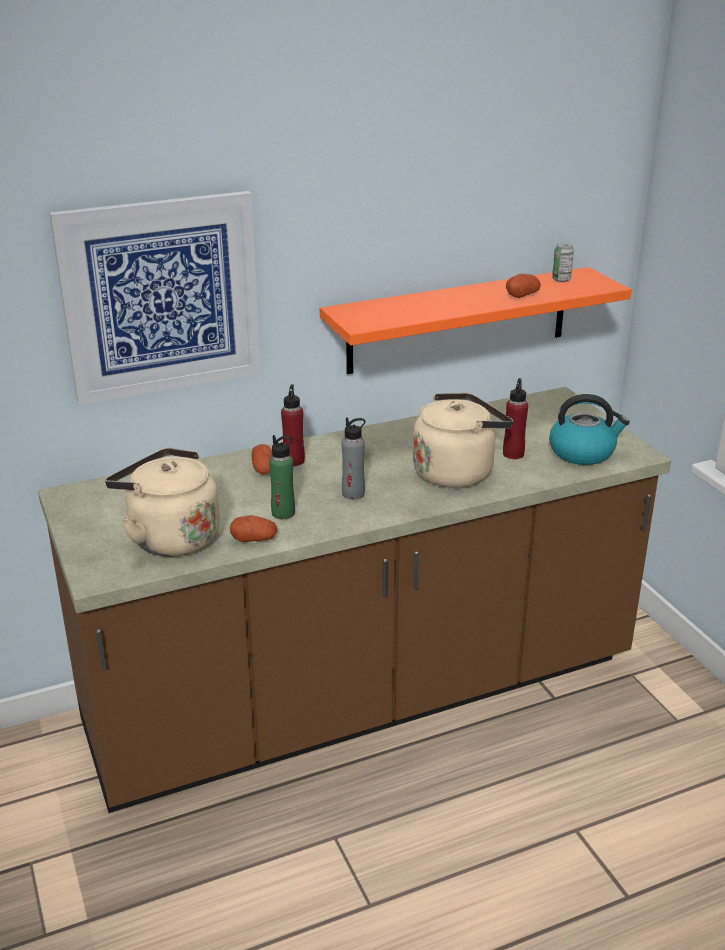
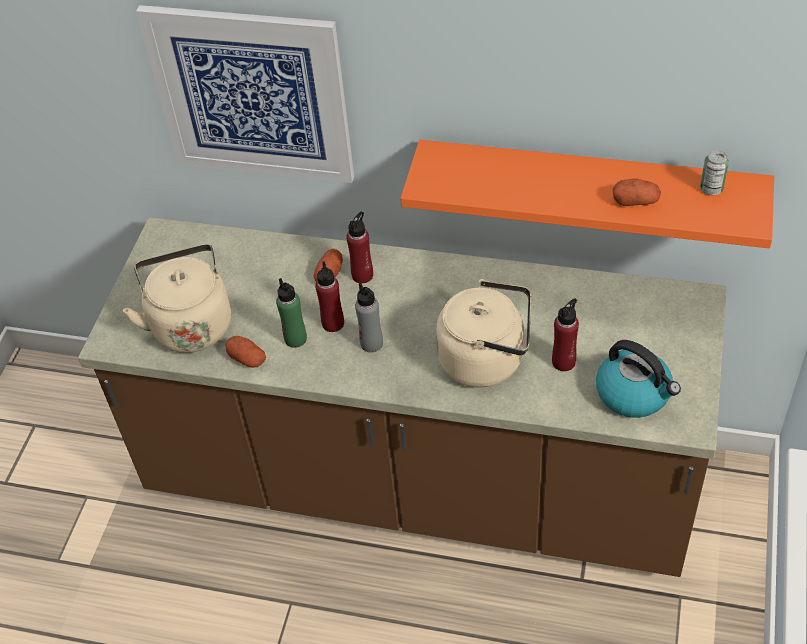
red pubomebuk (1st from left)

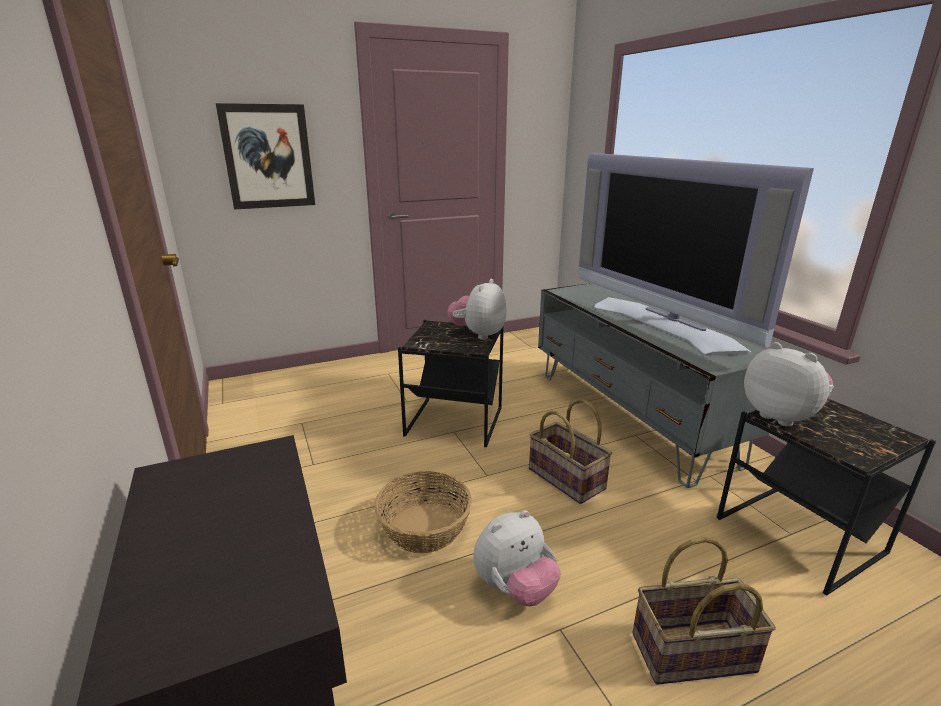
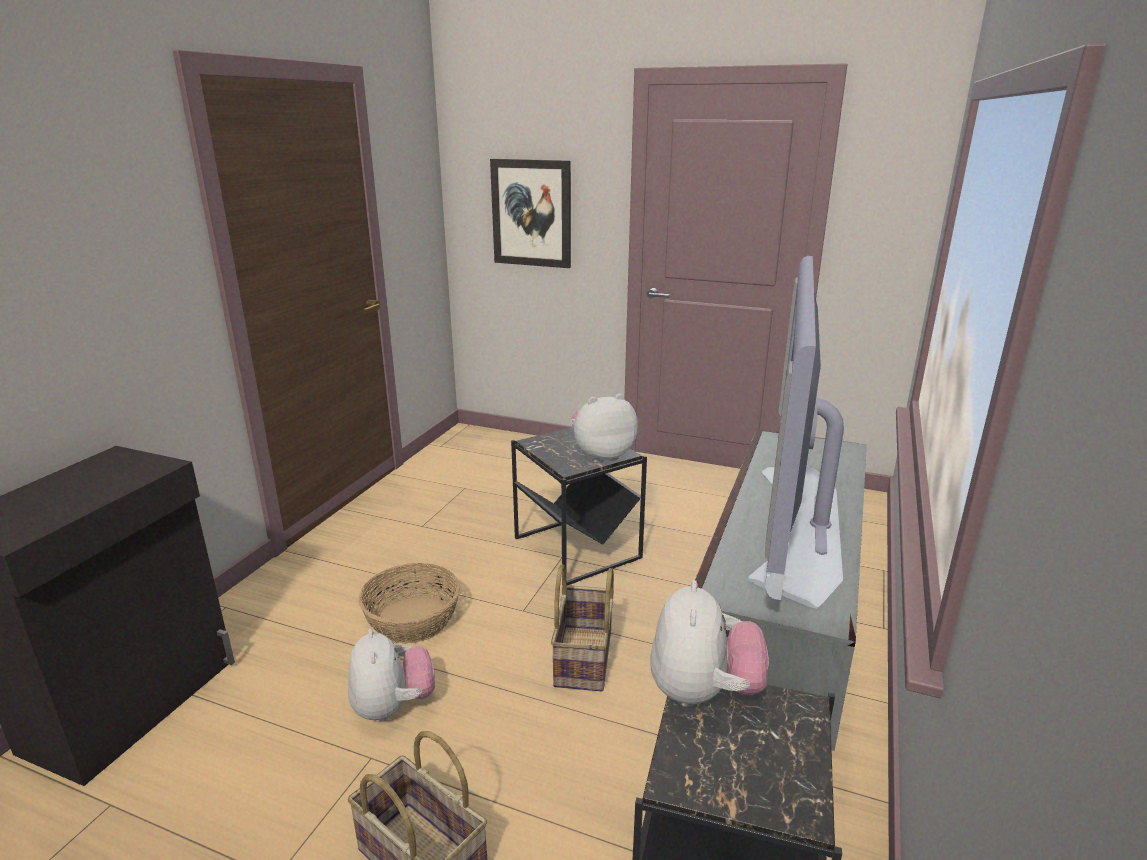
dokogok (1st from left)

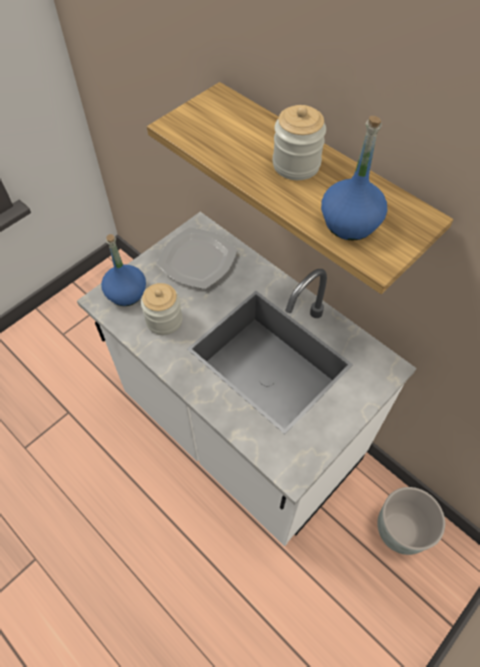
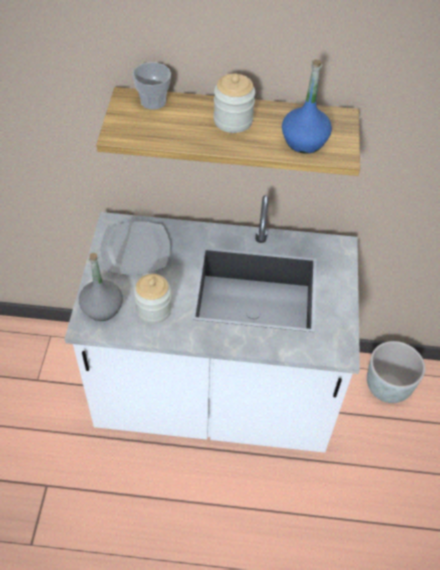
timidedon; grey pubomebuk

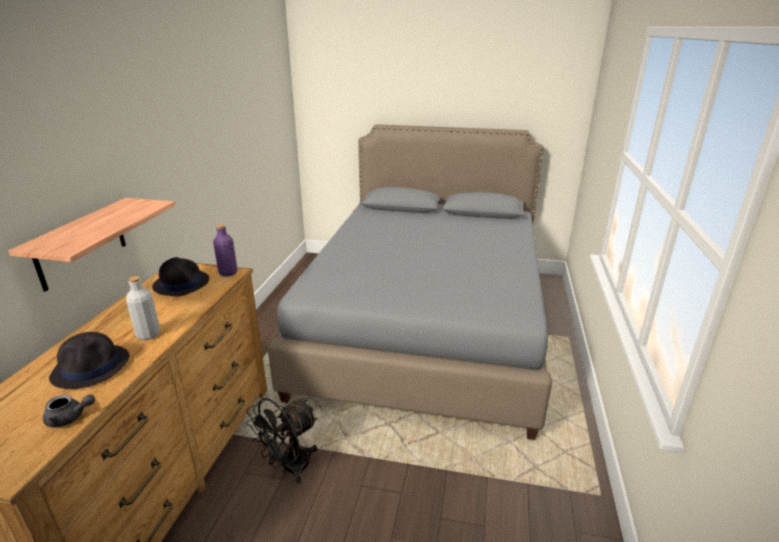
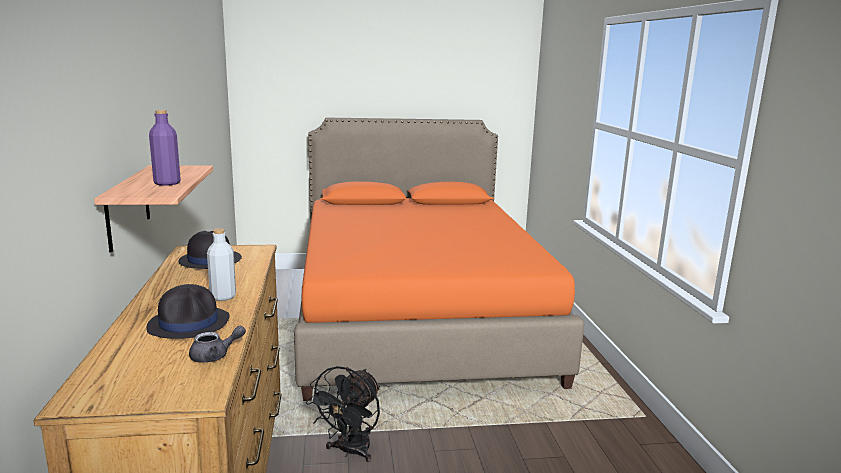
purple pubomebuk; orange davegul

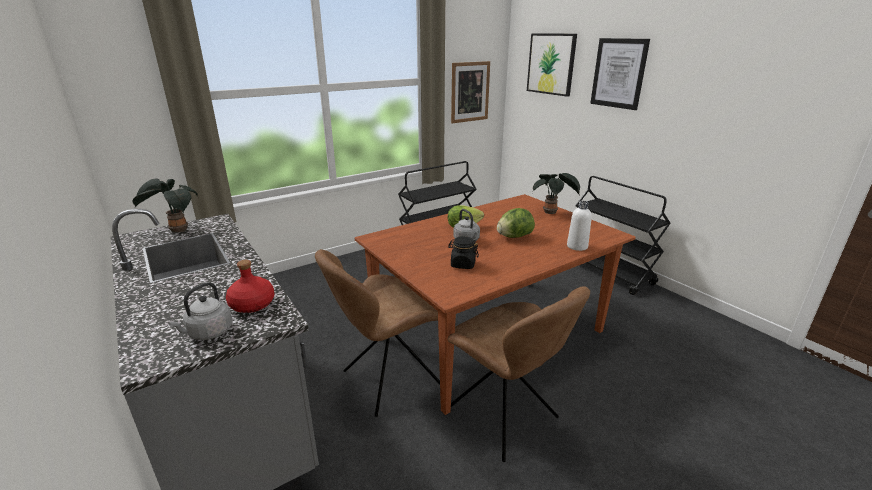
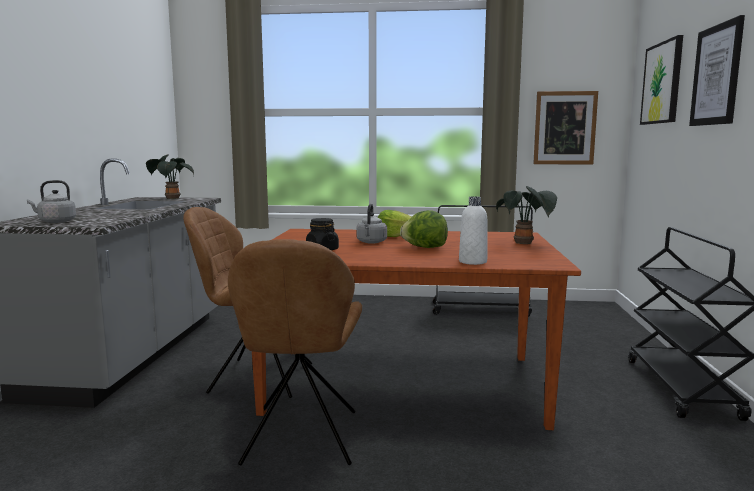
red pubomebuk

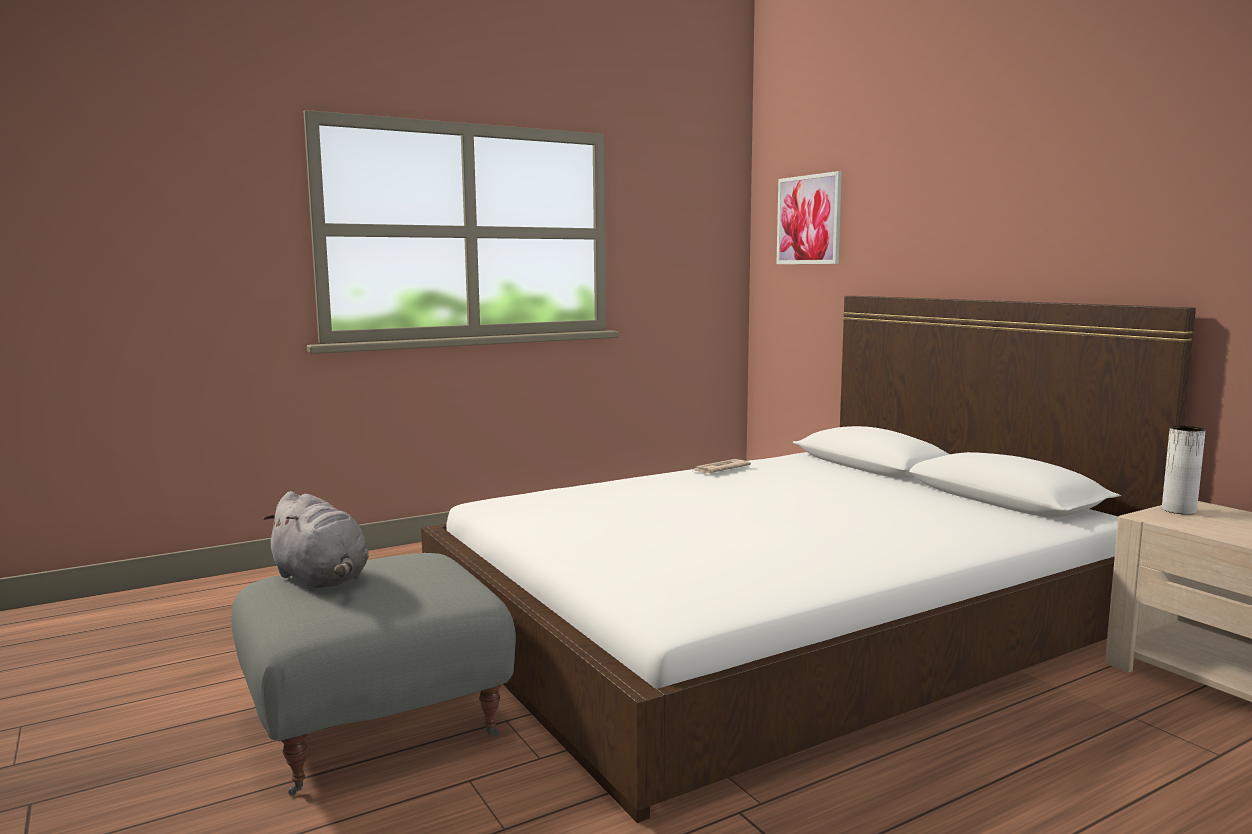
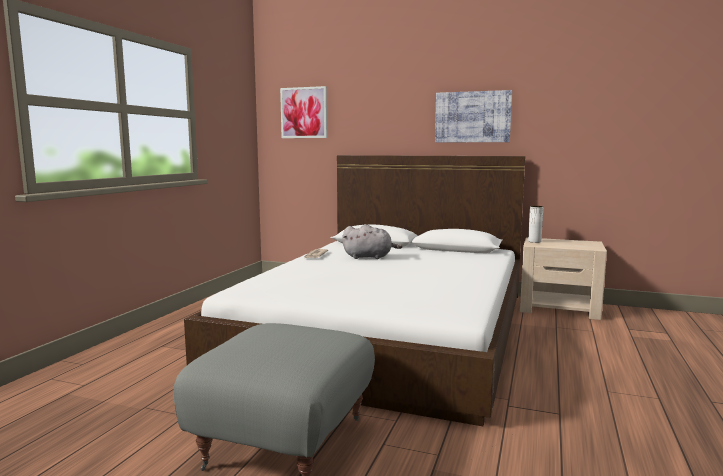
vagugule (2nd from left); grey dokogok

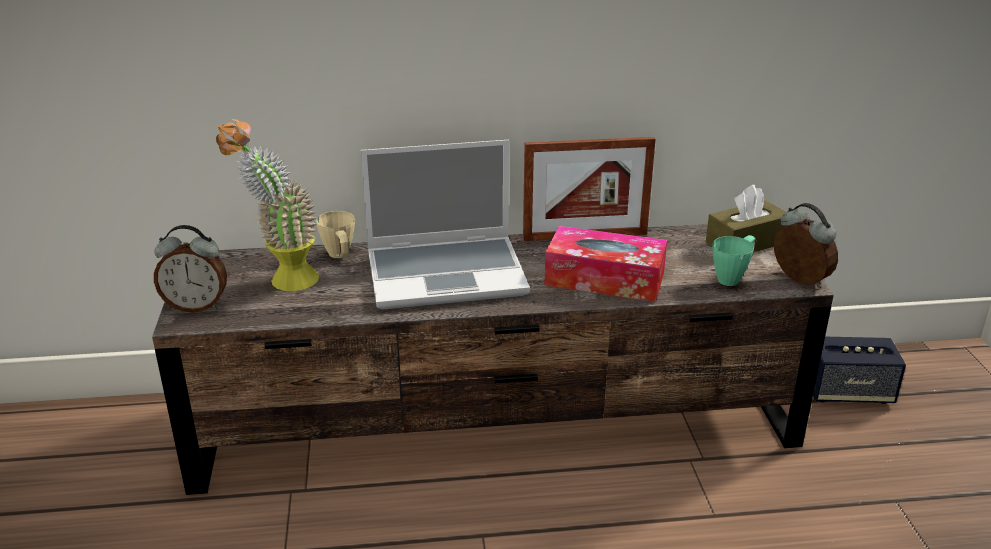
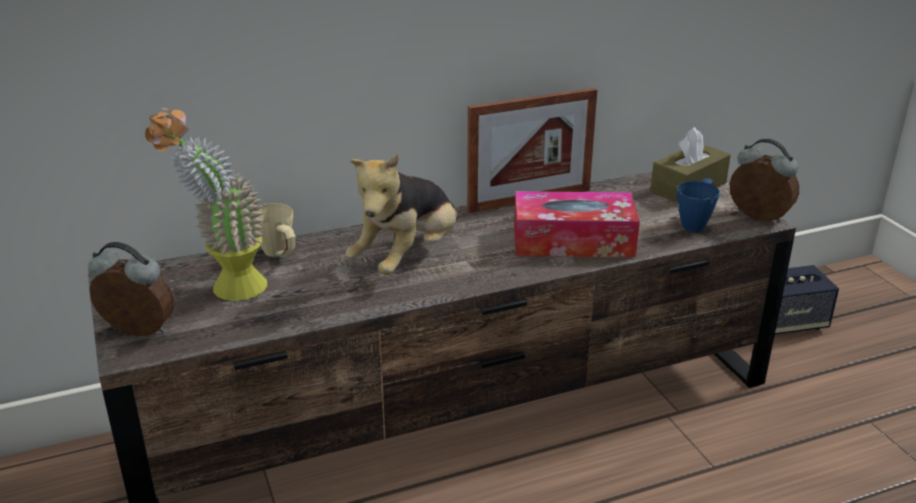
dokogok; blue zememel; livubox (1st from left)

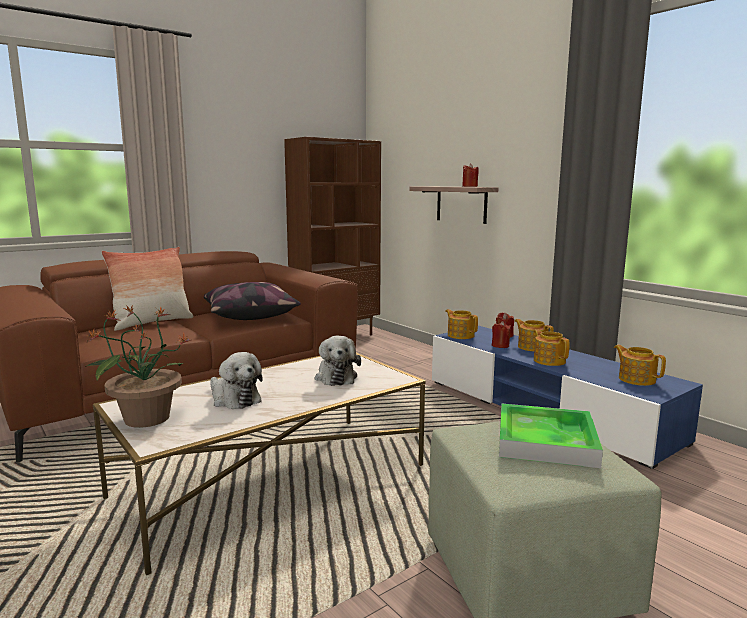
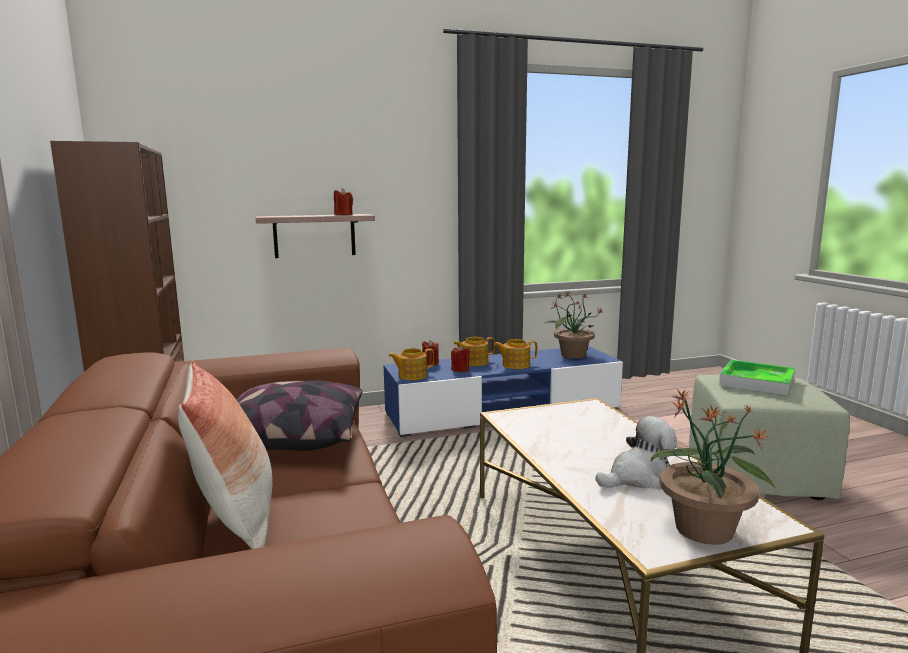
dokogok (2nd from left in the first image); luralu (1st from left)

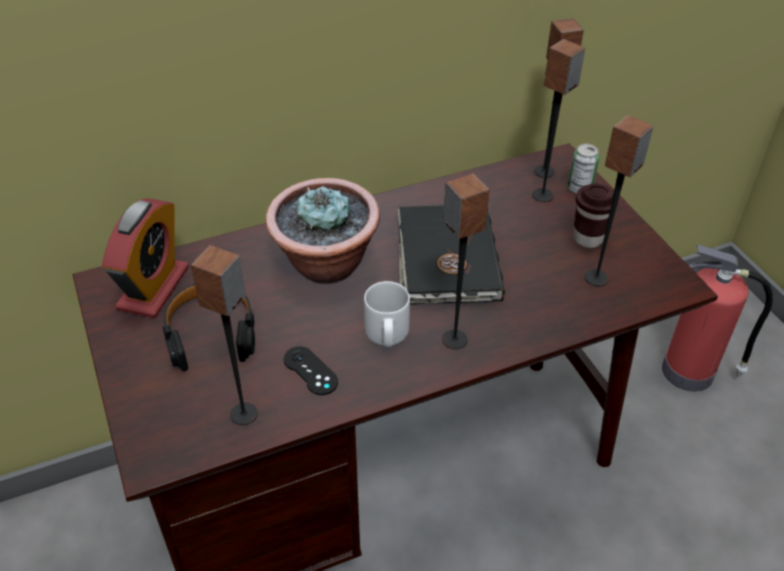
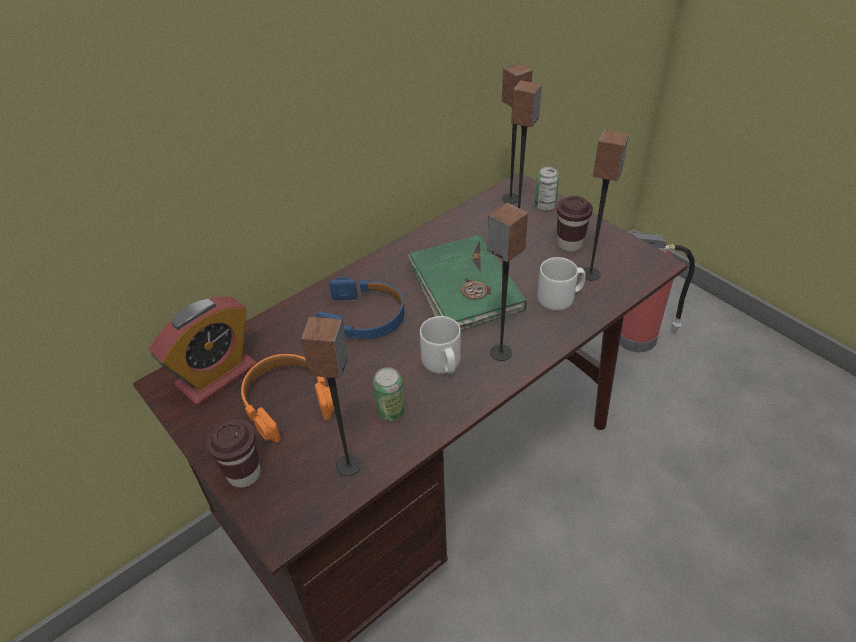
brown timidedon (1st from left); grey zememel (2nd from left); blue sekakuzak; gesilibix (1st from left); orange sekakuzak; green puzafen; livubox

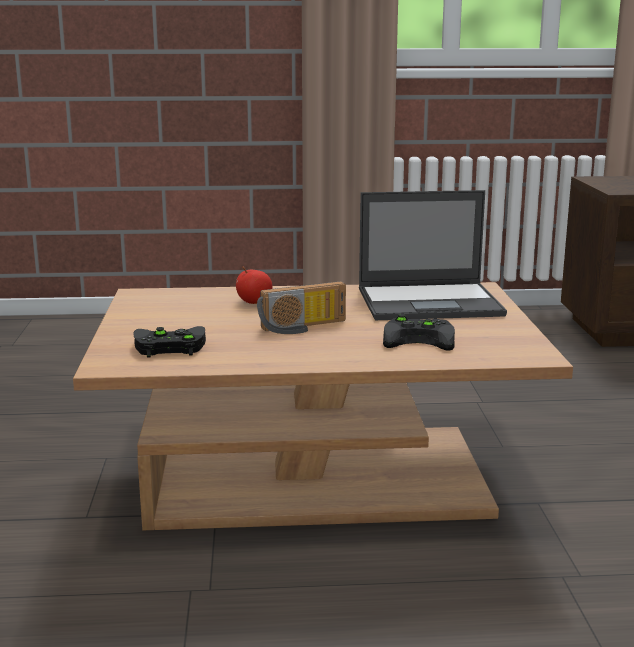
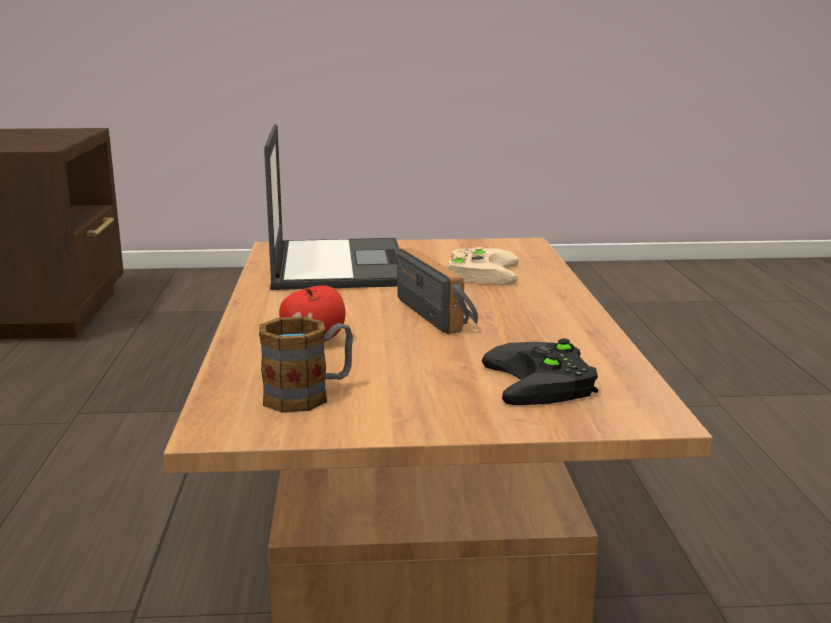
zememel; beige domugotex

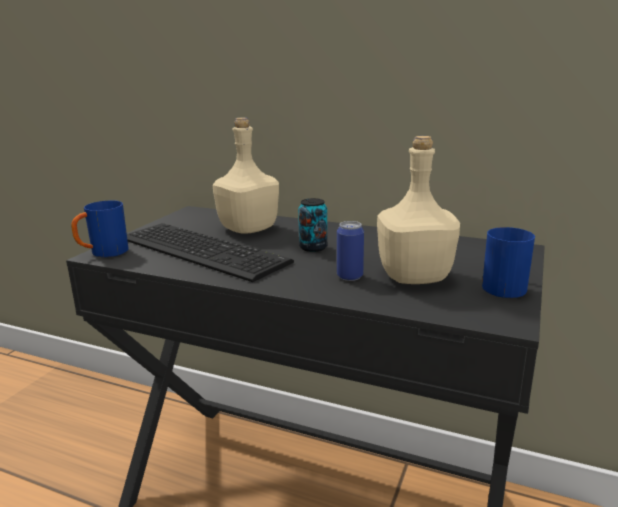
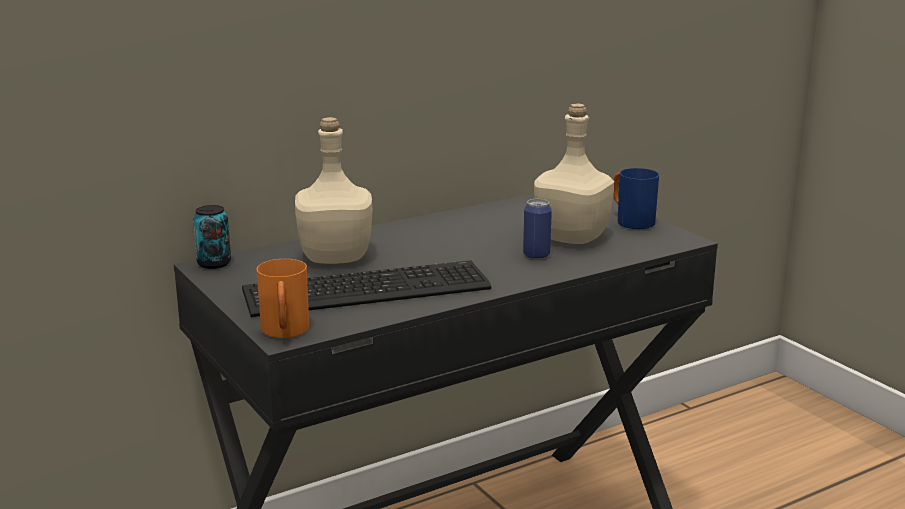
gesilibix (1st from left); orange zememel

